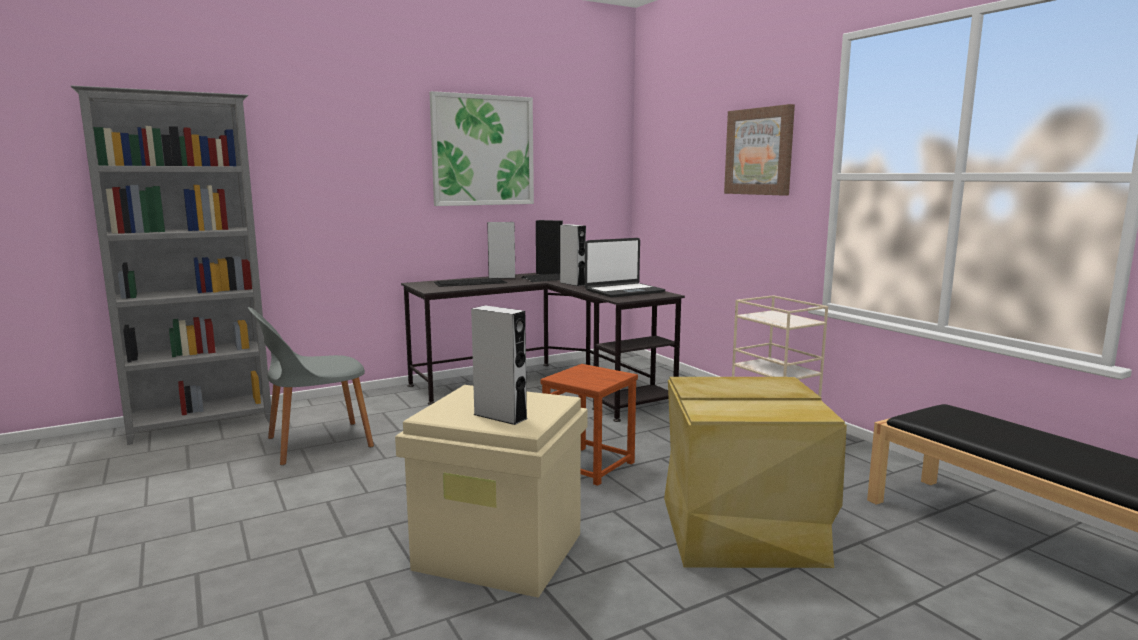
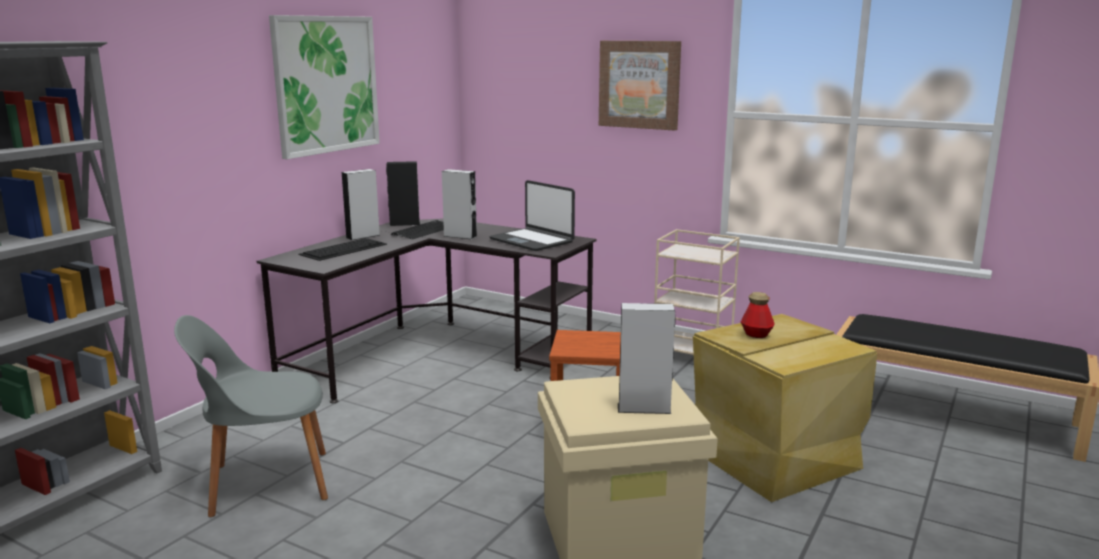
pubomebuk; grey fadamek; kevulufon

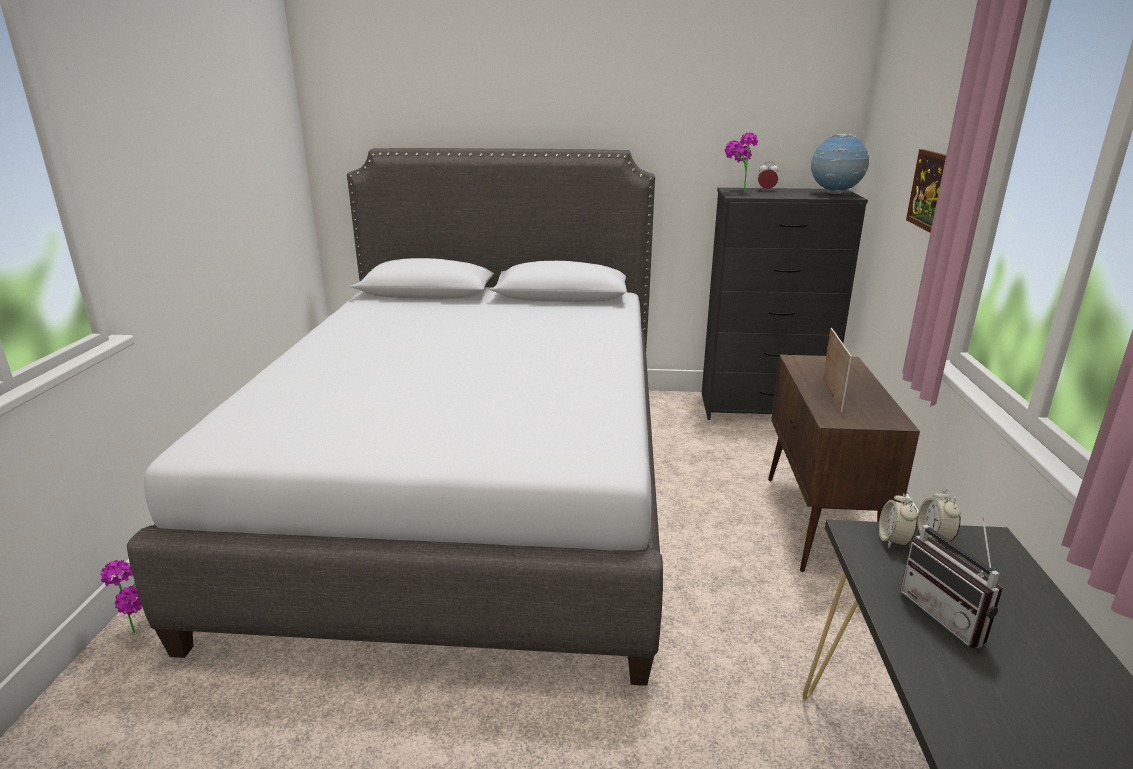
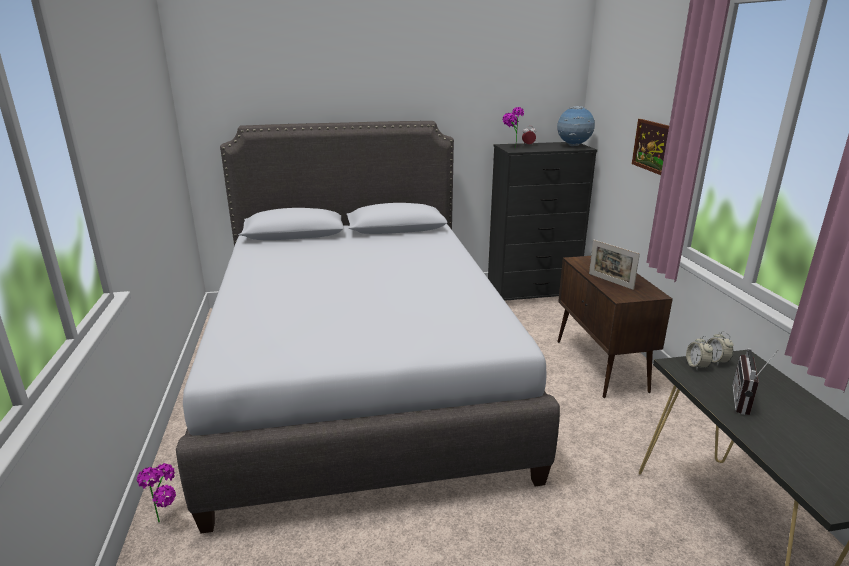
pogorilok; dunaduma

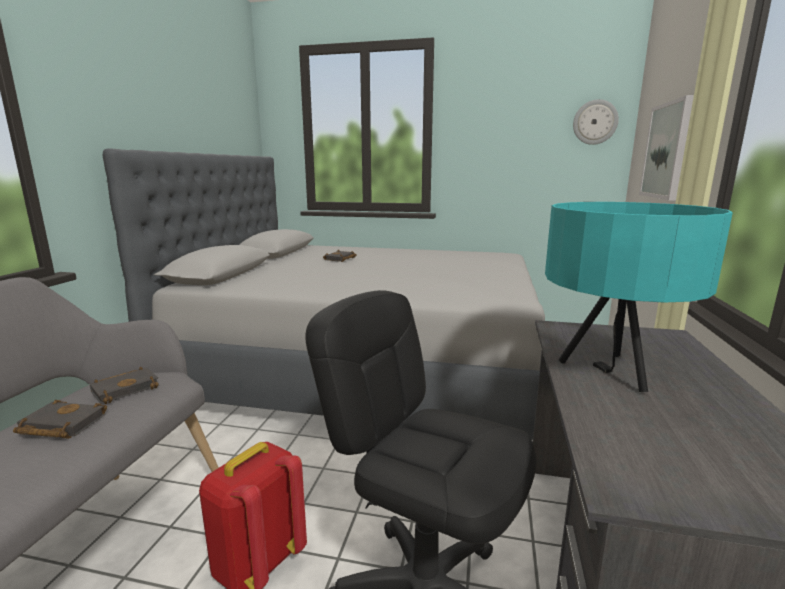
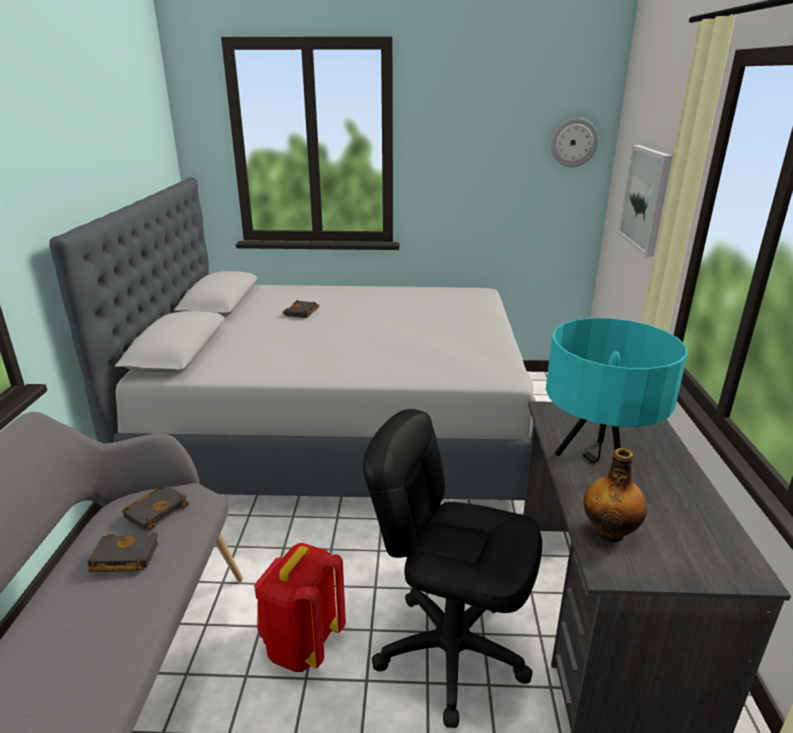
pubomebuk

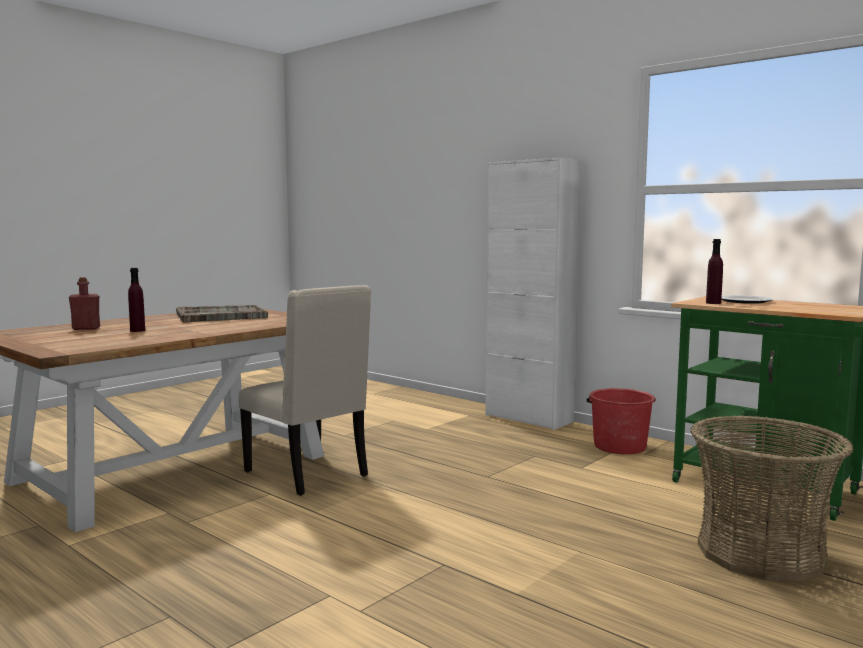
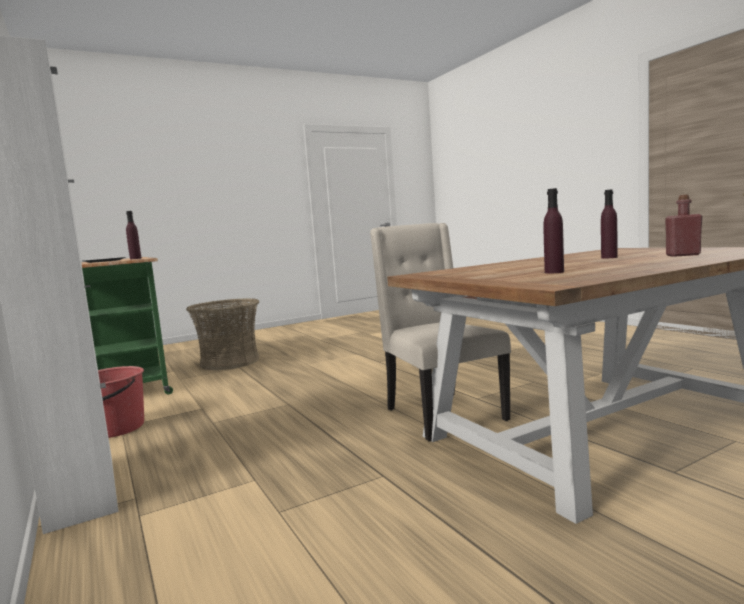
purple pubomebuk (2nd from left)

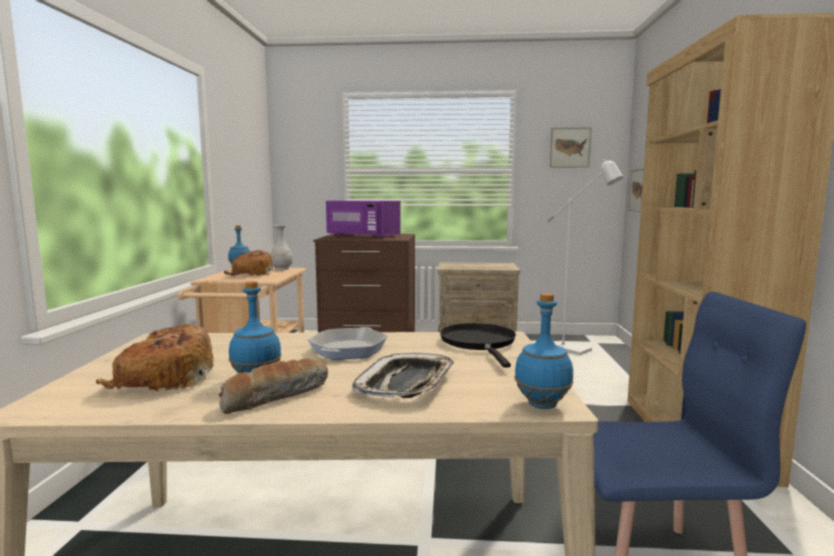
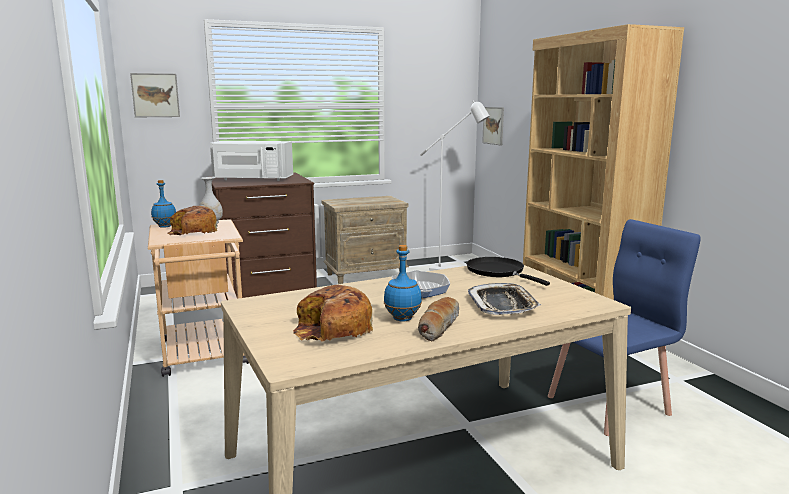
blue pubomebuk (3rd from left in the first image); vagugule (1st from left); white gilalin

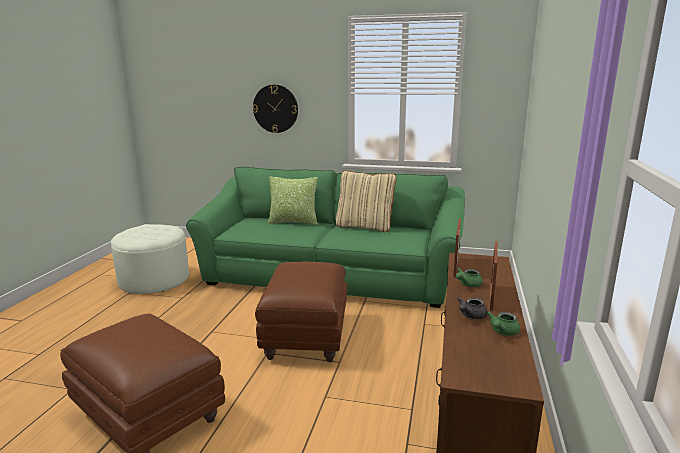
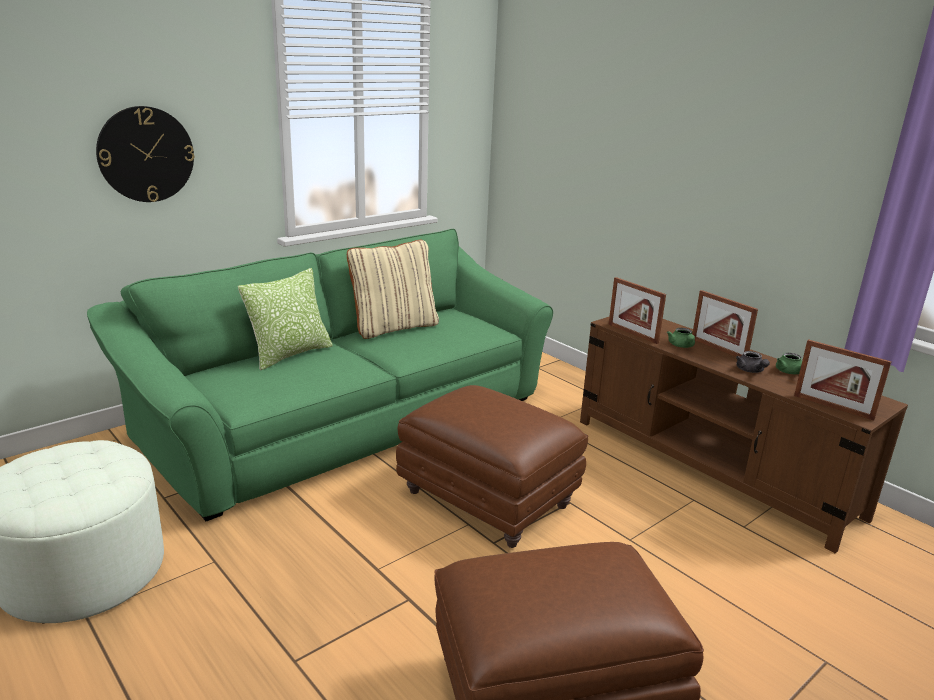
pogorilok (3rd from left)

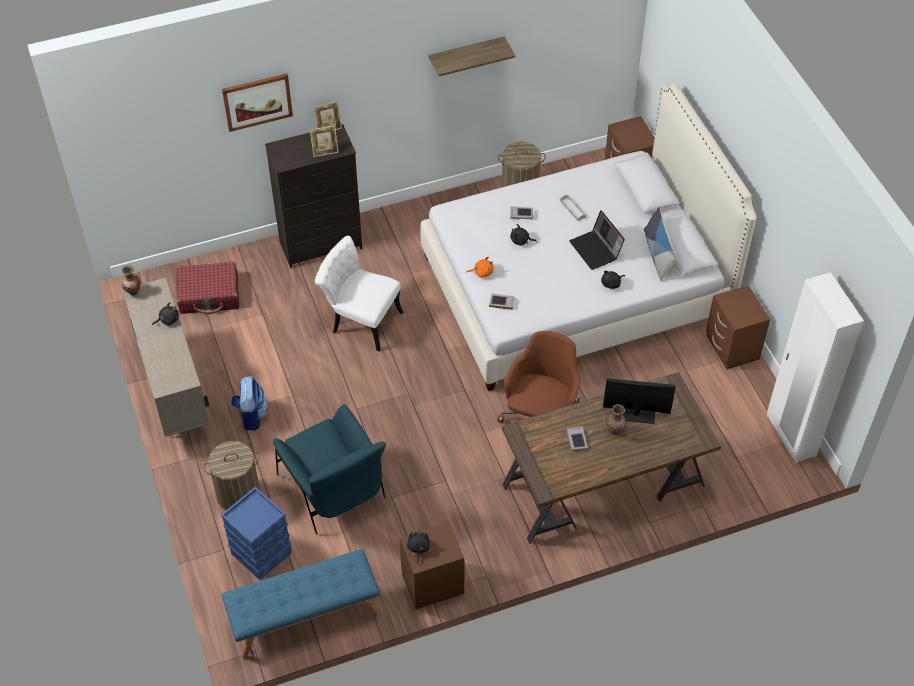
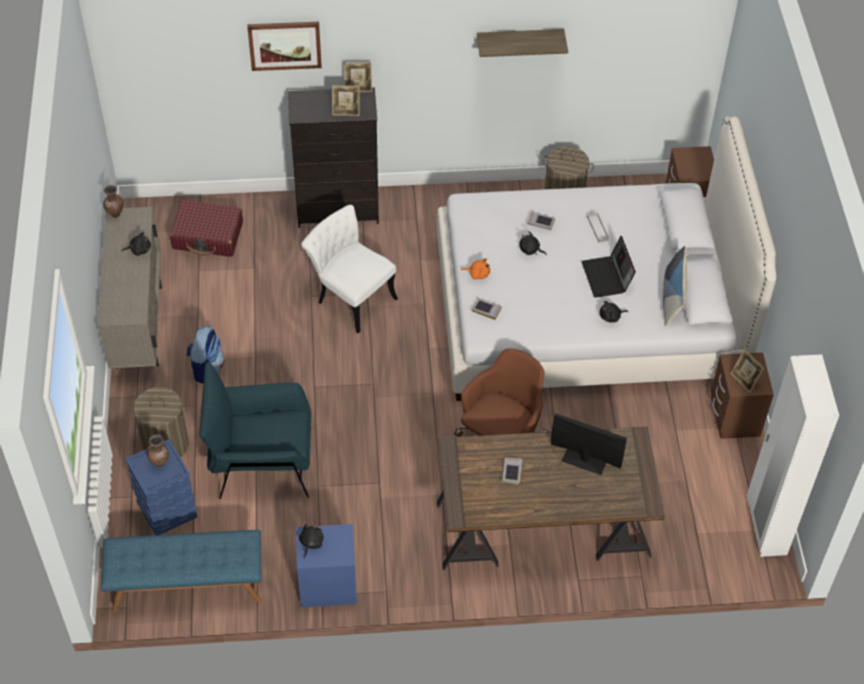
pogorilok (3rd from left); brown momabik (2nd from left); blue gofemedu; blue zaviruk

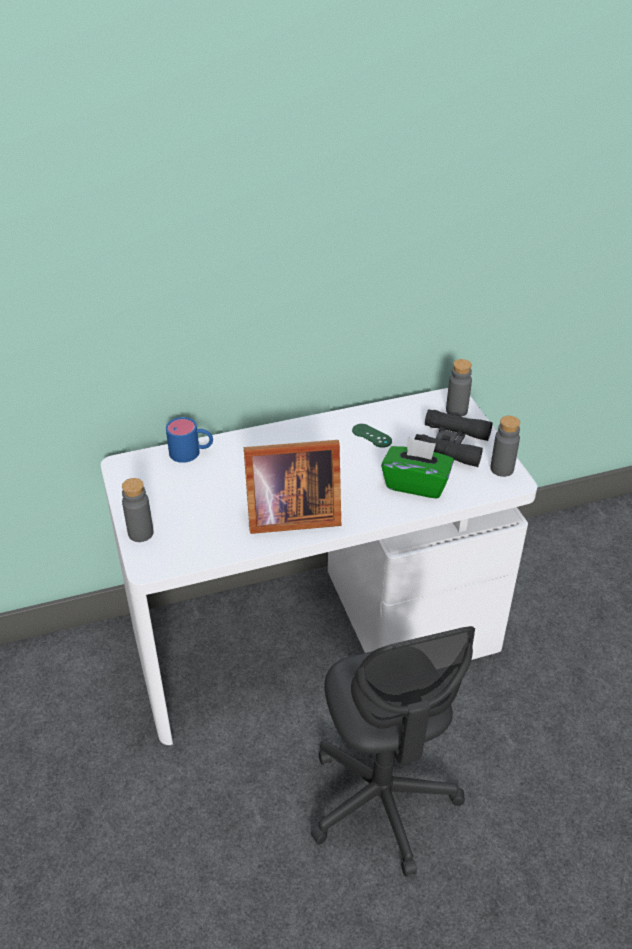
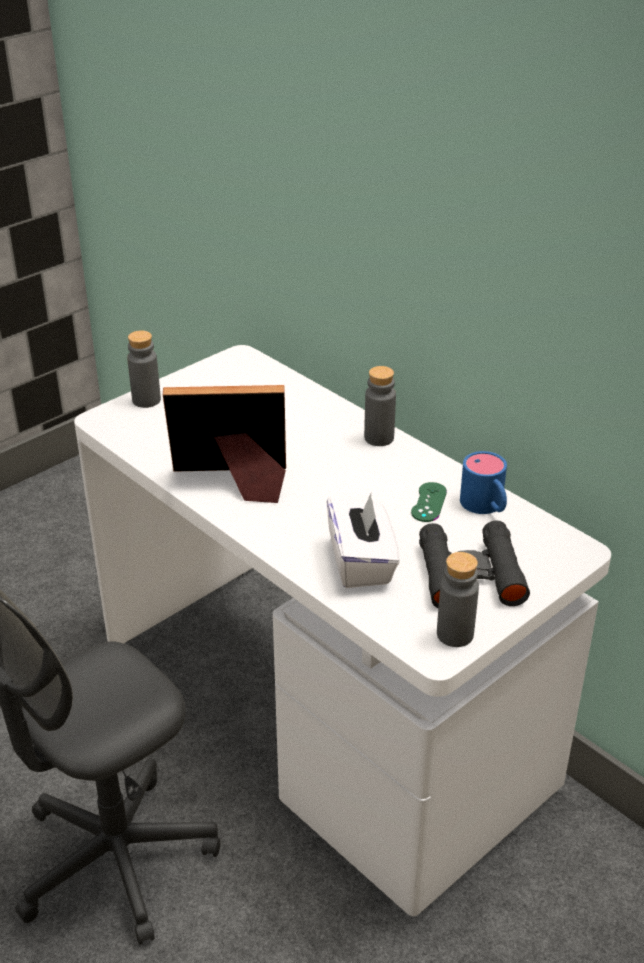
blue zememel; grey pubomebuk (2nd from left); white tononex; pogorilok

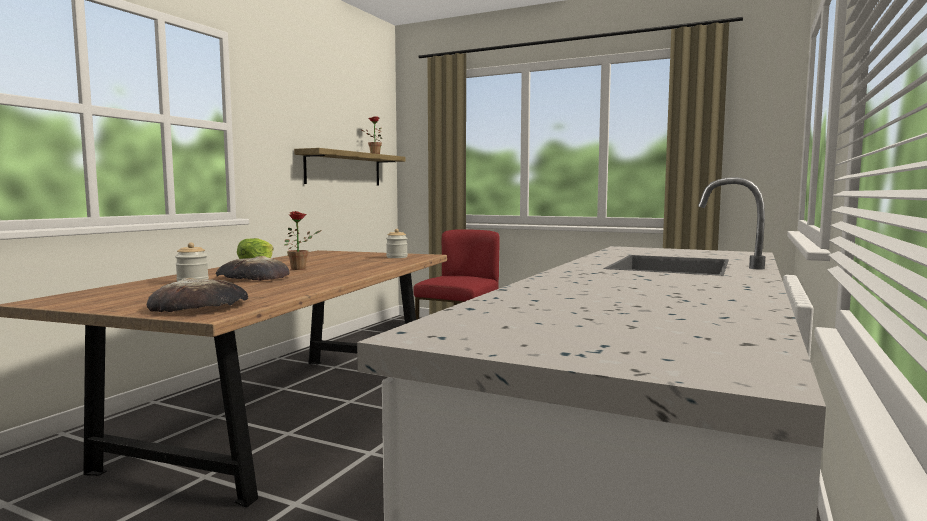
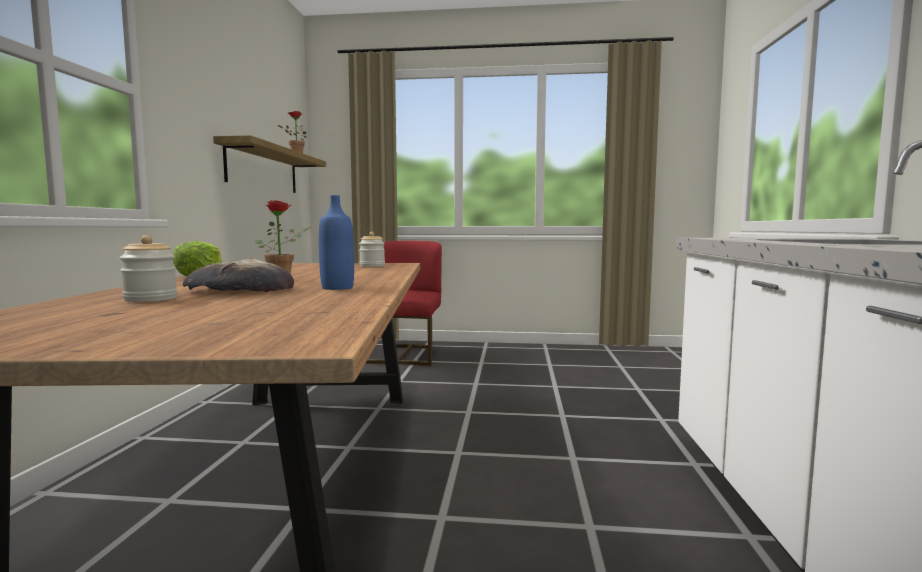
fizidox (1st from left in the first image); blue pubomebuk

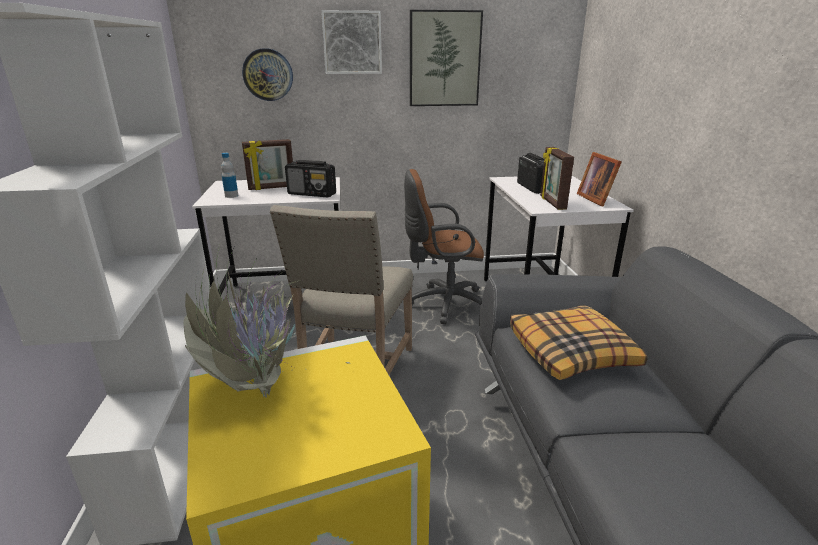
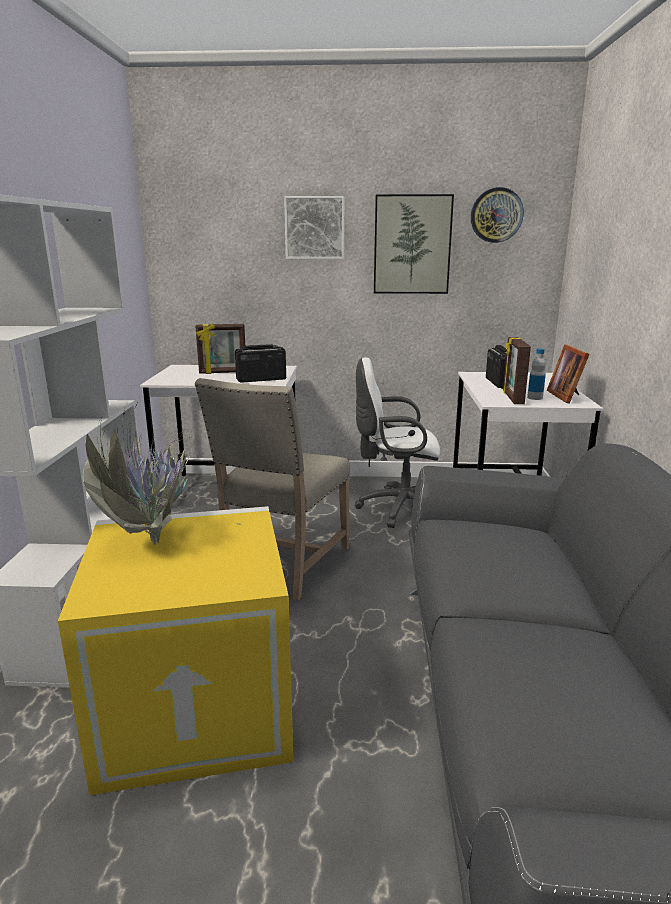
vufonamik; pubomebuk; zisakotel; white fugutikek; dunaduma (1st from left)

